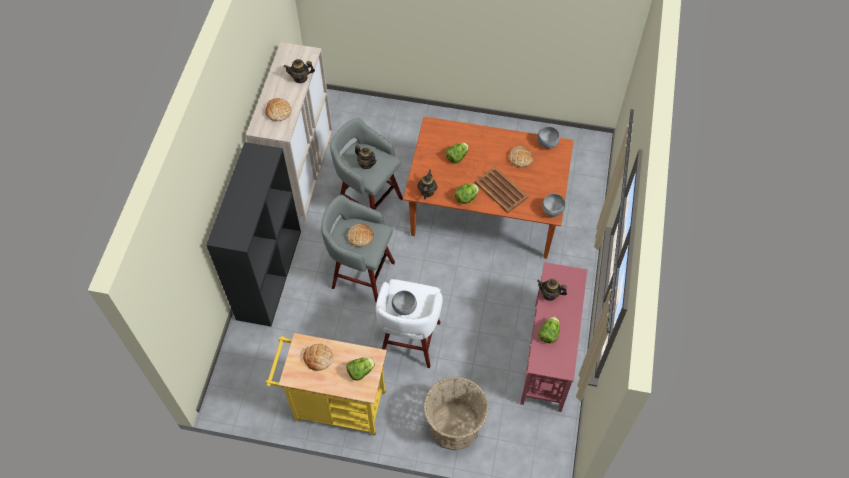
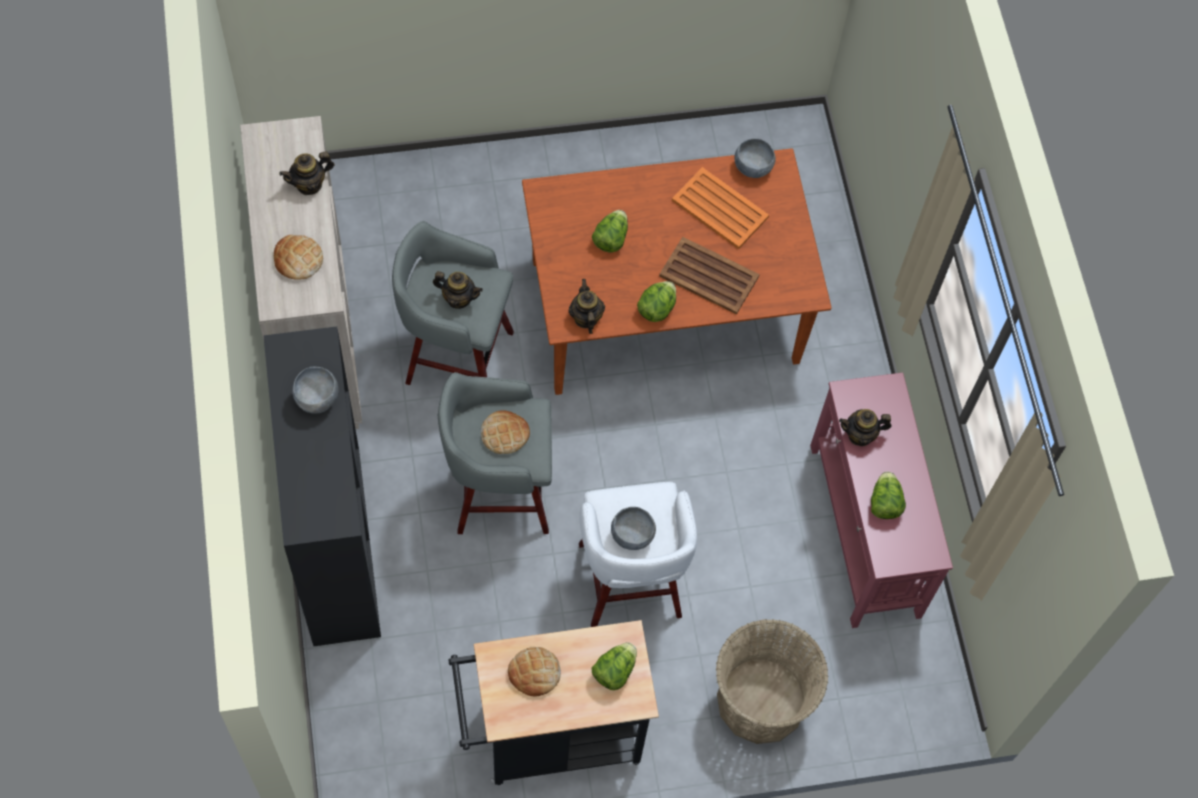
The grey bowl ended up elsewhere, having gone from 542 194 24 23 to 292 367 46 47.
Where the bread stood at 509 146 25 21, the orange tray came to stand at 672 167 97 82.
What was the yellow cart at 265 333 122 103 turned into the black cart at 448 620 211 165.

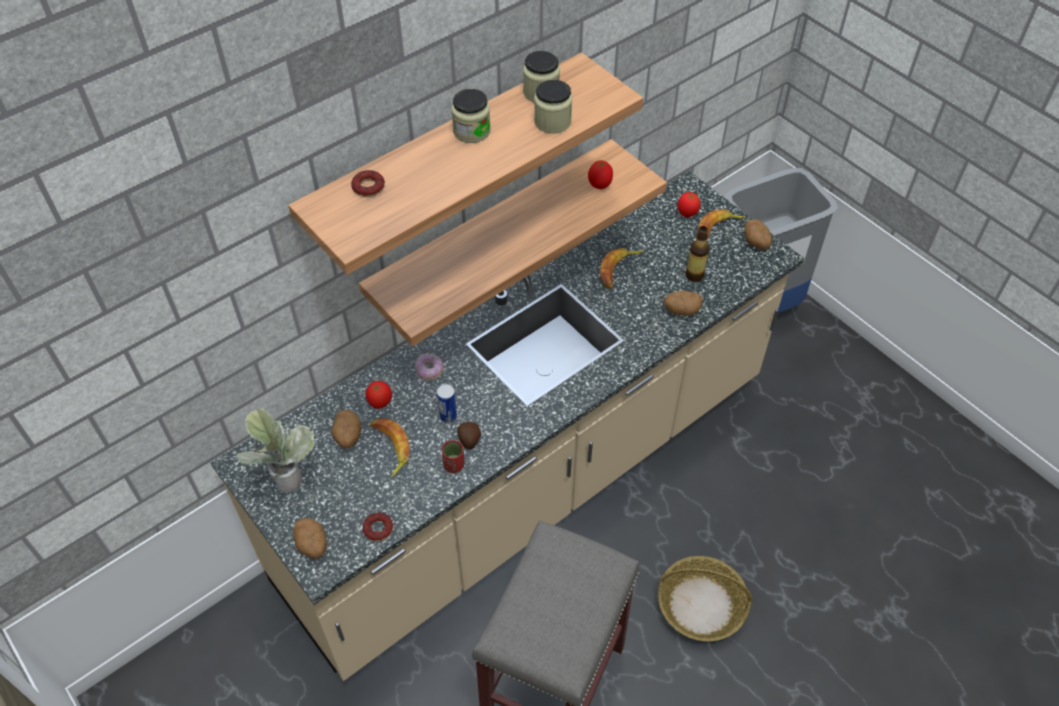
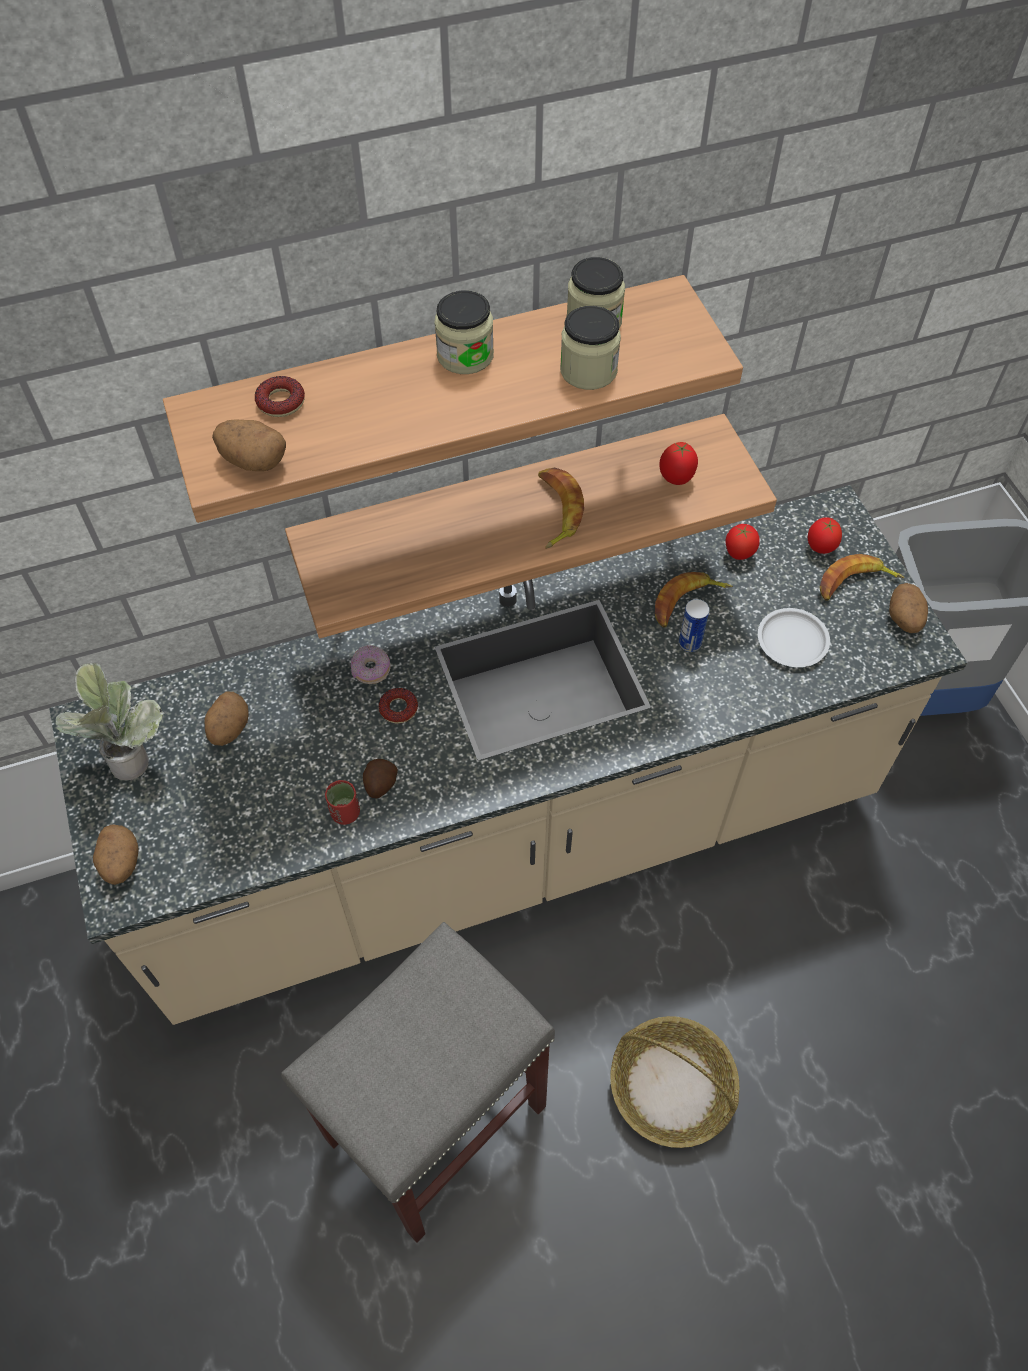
The donut ended up elsewhere, having gone from 363 512 30 29 to 379 688 39 36.
The tomato ended up elsewhere, having gone from 365 381 27 28 to 726 524 34 36.
The banana ended up elsewhere, having gone from 370 418 40 60 to 538 467 46 82.
The can ended up elsewhere, having gone from 437 384 20 39 to 679 599 31 53.
The potato ended up elsewhere, having gone from 664 290 39 26 to 212 419 74 52.
Where the bottle stood at 685 226 24 56, the white plate came to stand at 758 608 72 59.

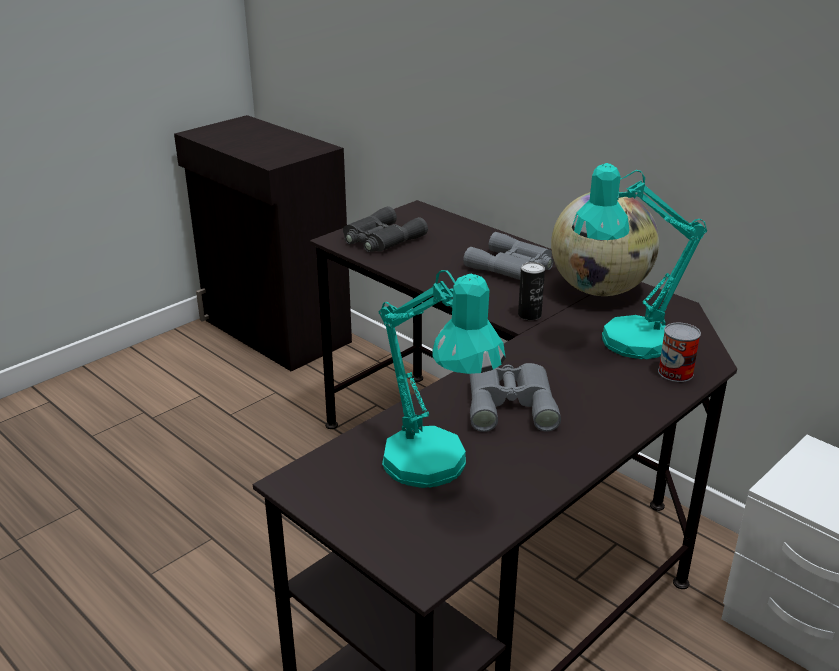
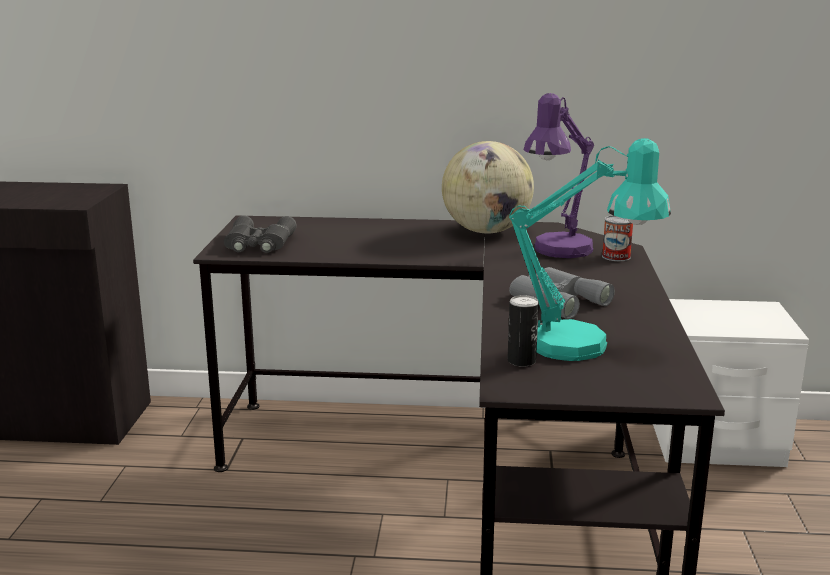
The second view lost the grey binoculars at 463 232 90 48.
The can ended up elsewhere, having gone from 518 262 27 58 to 507 295 32 72.
What was the turquoise table lamp at 572 163 135 196 turned into the purple table lamp at 523 93 71 165.

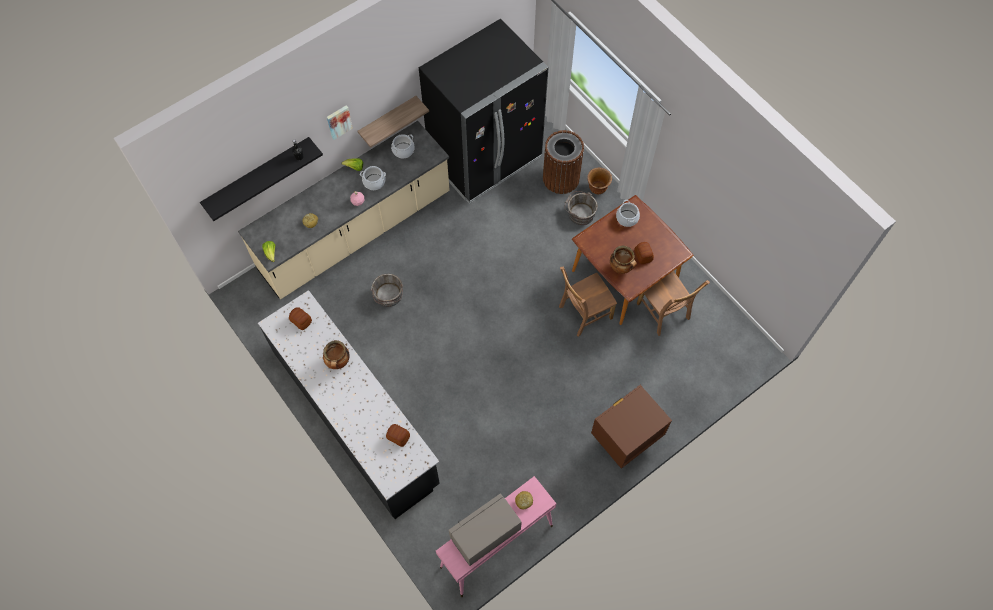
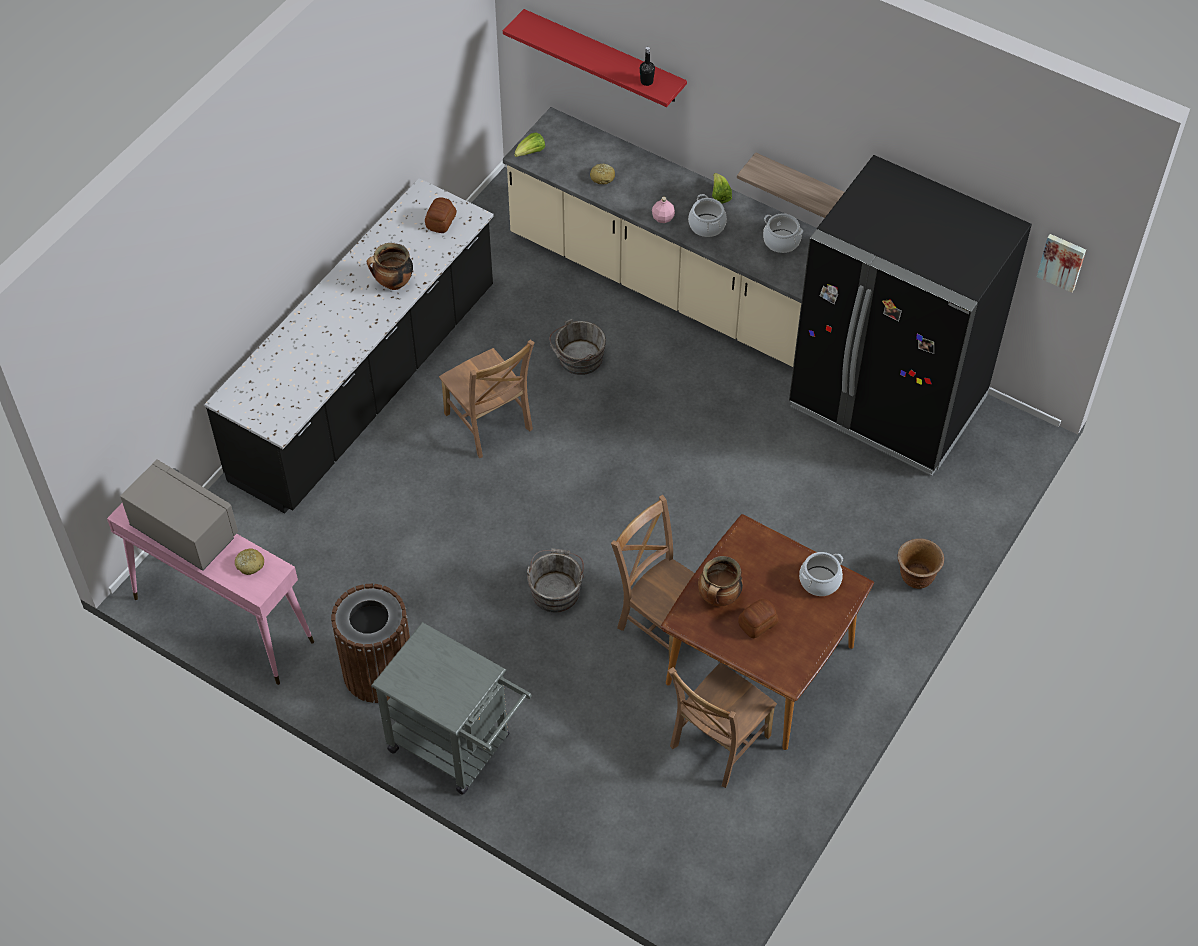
The second view lost the bread at 386 424 24 23.
The second view gained the brown chair at 439 340 96 118.
The picture ended up elsewhere, having gone from 327 105 26 35 to 1037 234 49 59.
The brown trash can ended up elsewhere, having gone from 543 130 41 64 to 331 584 79 119.
The grey bucket ended up elsewhere, having gone from 564 191 34 34 to 527 548 57 64.
Where the brown nightstand stood at 591 385 81 84, the grey cart came to stand at 371 622 161 173.
What was the black shelf at 200 137 123 84 turned into the red shelf at 503 9 184 98.

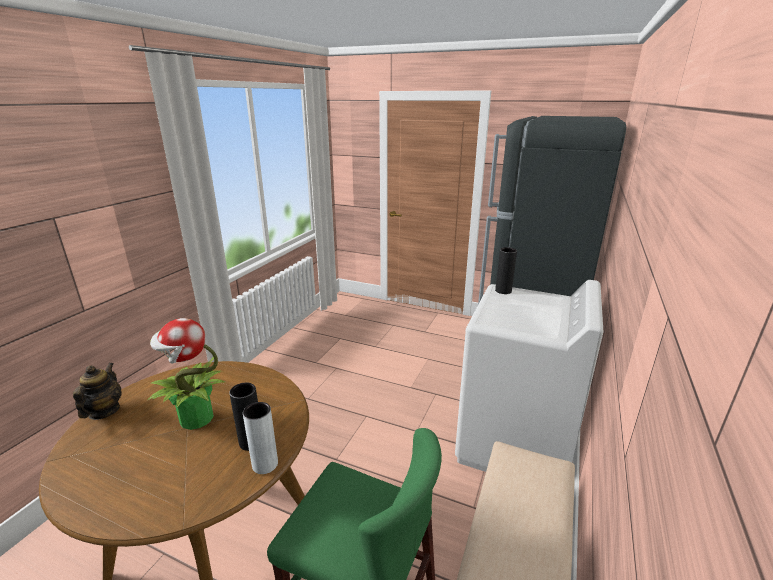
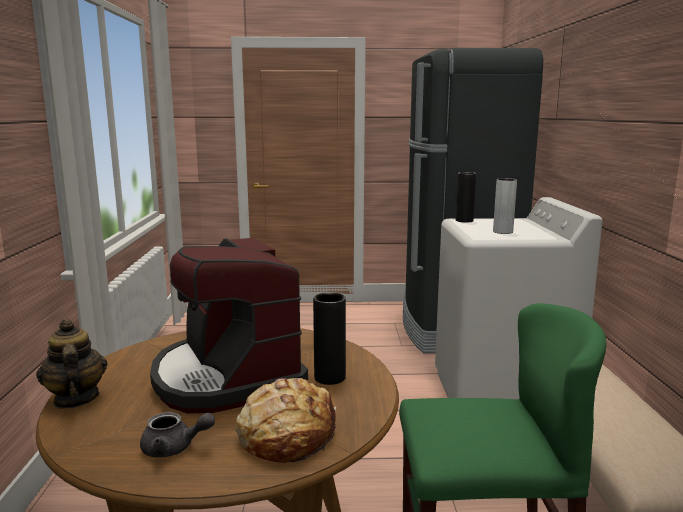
The second view gained the grey teapot at 140 412 75 46.
The second view gained the bread at 235 378 101 85.
The grey vase ended up elsewhere, having gone from 243 402 35 72 to 493 178 24 56.
Where the potted plant stood at 147 318 78 112, the coffee machine came to stand at 150 238 158 175.

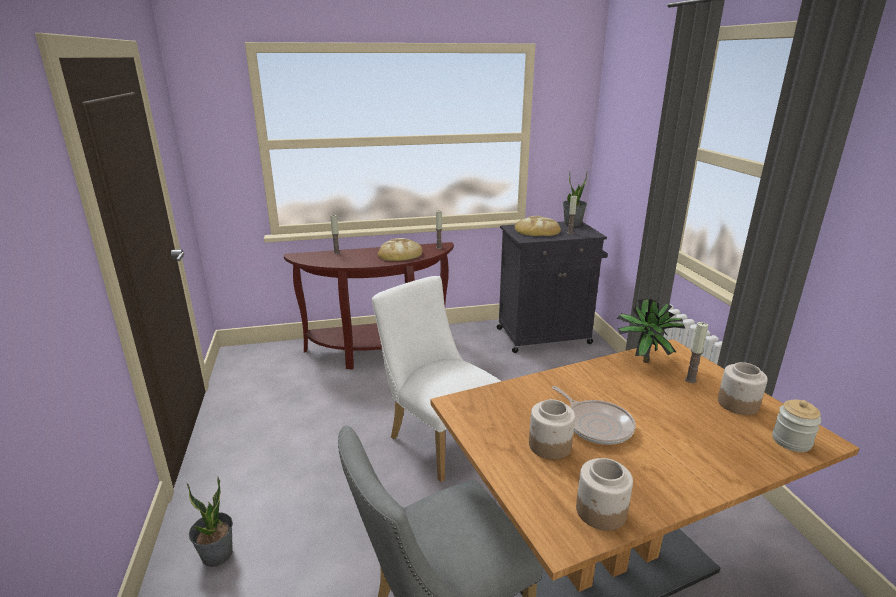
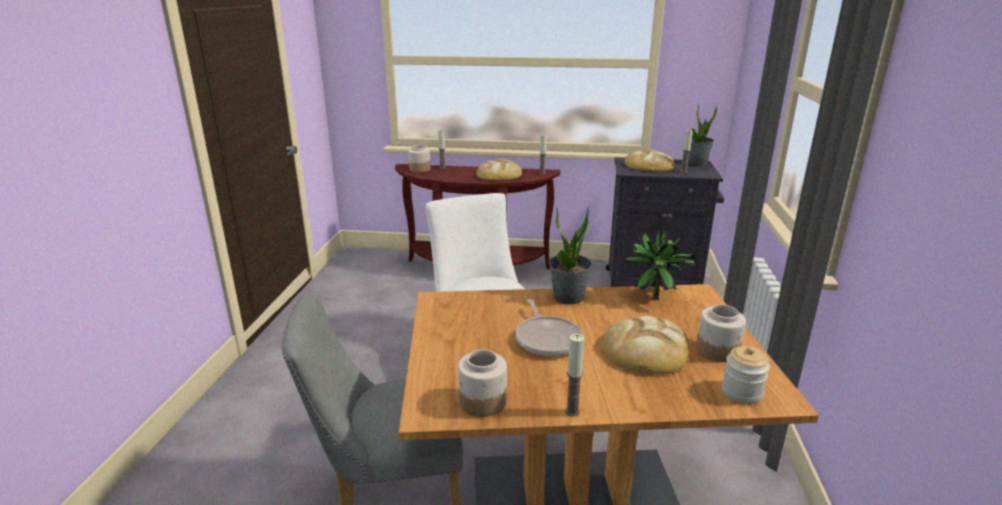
The second view gained the bread at 604 316 85 58.
The potted plant ended up elsewhere, having gone from 187 477 46 90 to 549 206 43 98.
The jar ended up elsewhere, having gone from 529 399 46 61 to 408 145 22 27.
The candle ended up elsewhere, having gone from 685 322 23 61 to 565 334 20 83.

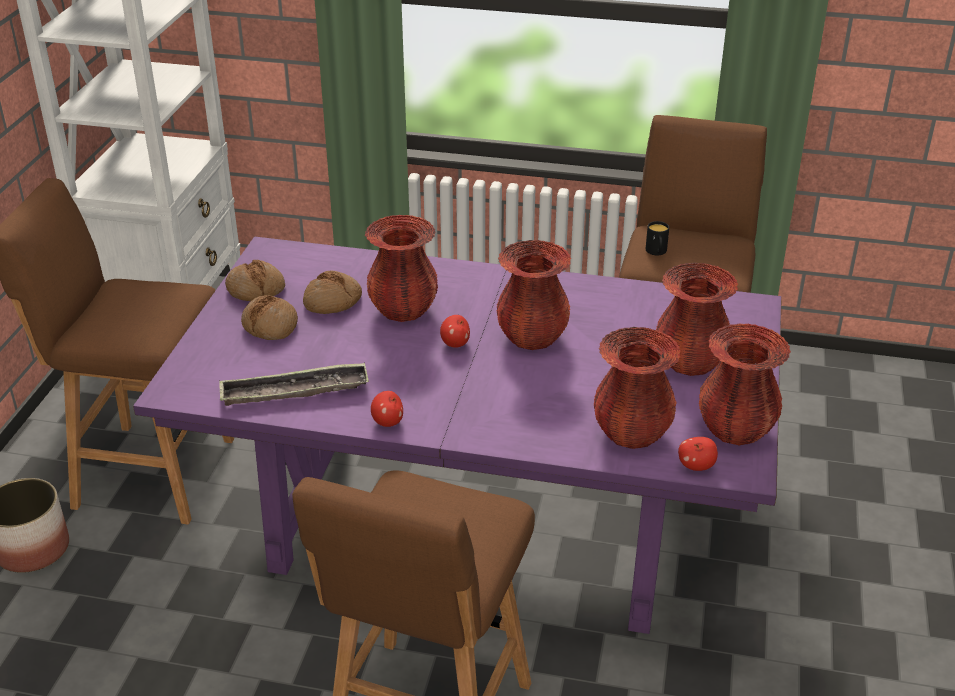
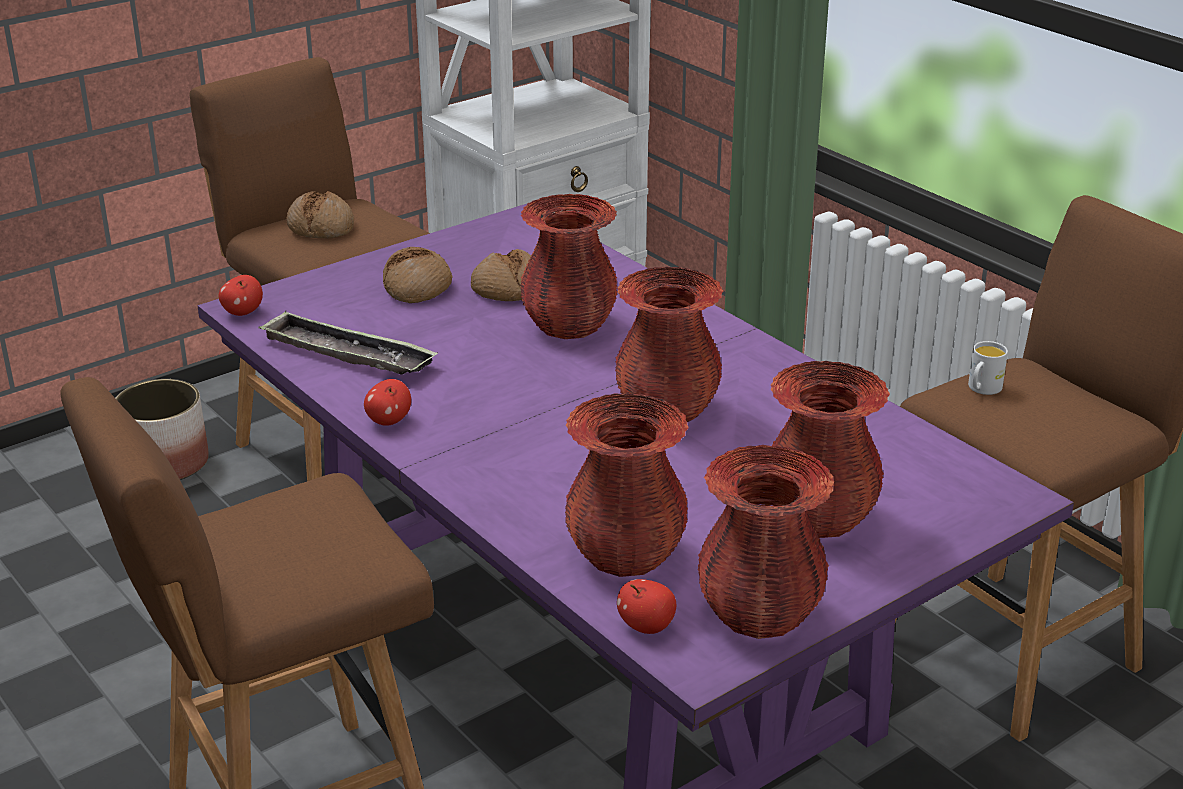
The bread ended up elsewhere, having gone from 225 260 60 41 to 286 191 68 48.
The apple ended up elsewhere, having gone from 440 315 30 33 to 218 275 45 41.
What was the black mug at 646 221 23 34 turned into the white mug at 968 341 40 54.

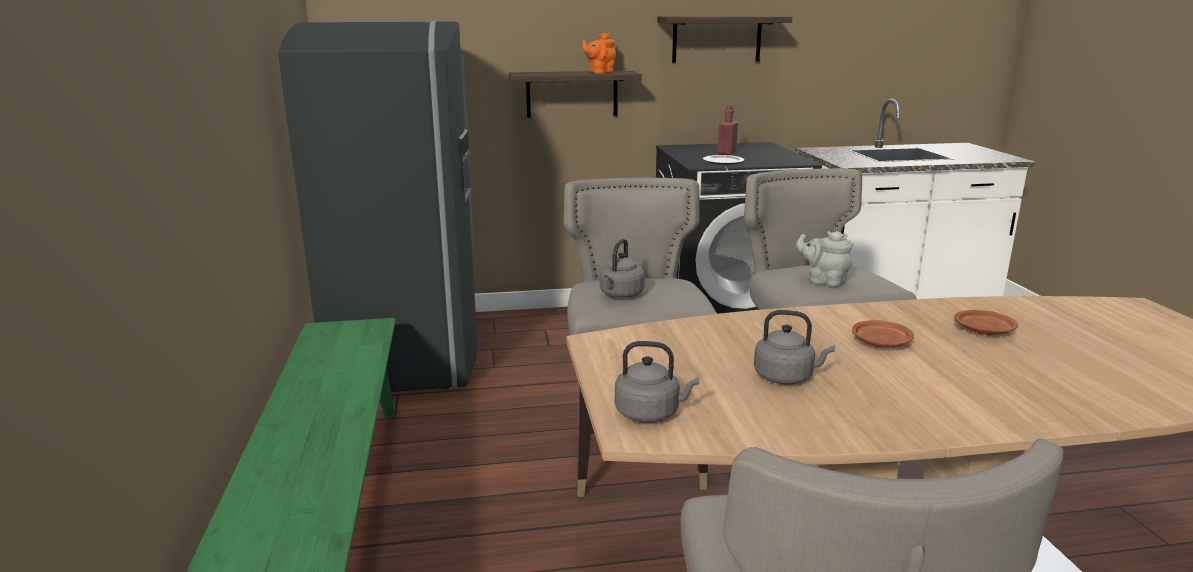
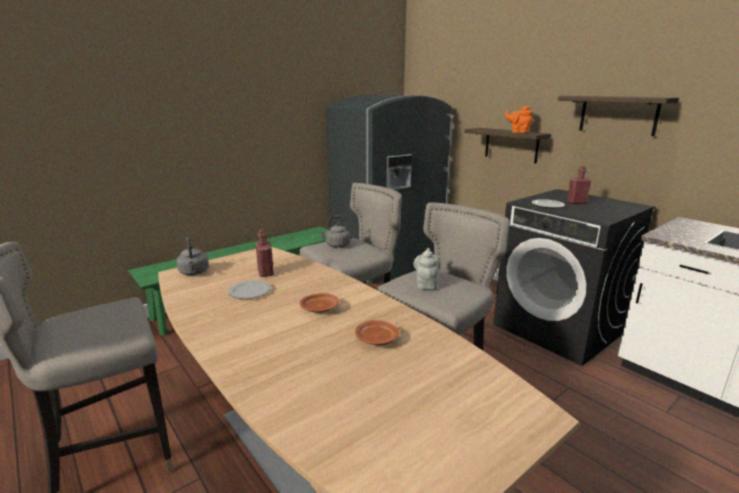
The second view gained the red bottle at 256 229 18 48.
Where the grey kettle stood at 754 310 81 74, the plate came to stand at 228 280 43 19.

